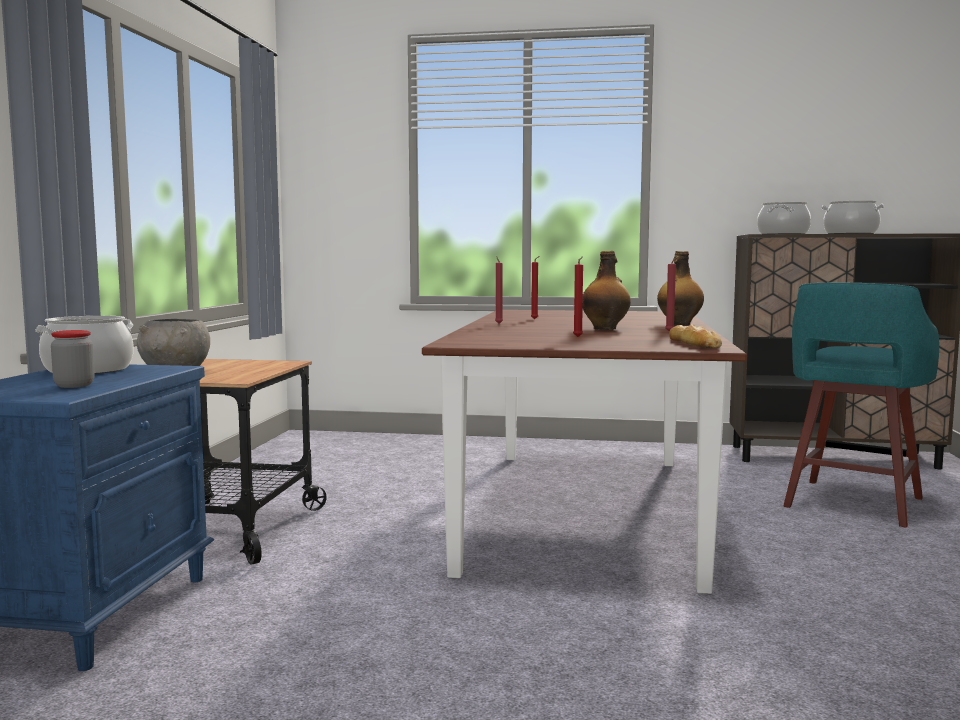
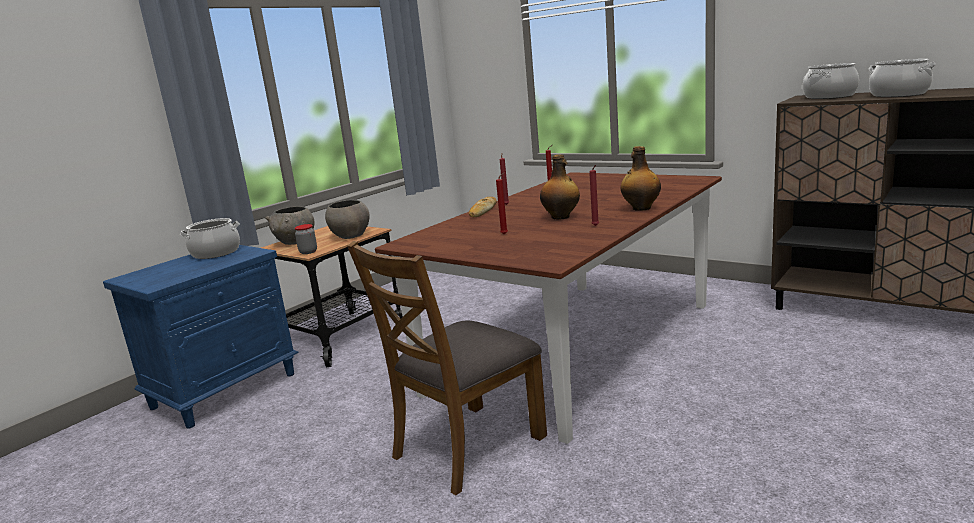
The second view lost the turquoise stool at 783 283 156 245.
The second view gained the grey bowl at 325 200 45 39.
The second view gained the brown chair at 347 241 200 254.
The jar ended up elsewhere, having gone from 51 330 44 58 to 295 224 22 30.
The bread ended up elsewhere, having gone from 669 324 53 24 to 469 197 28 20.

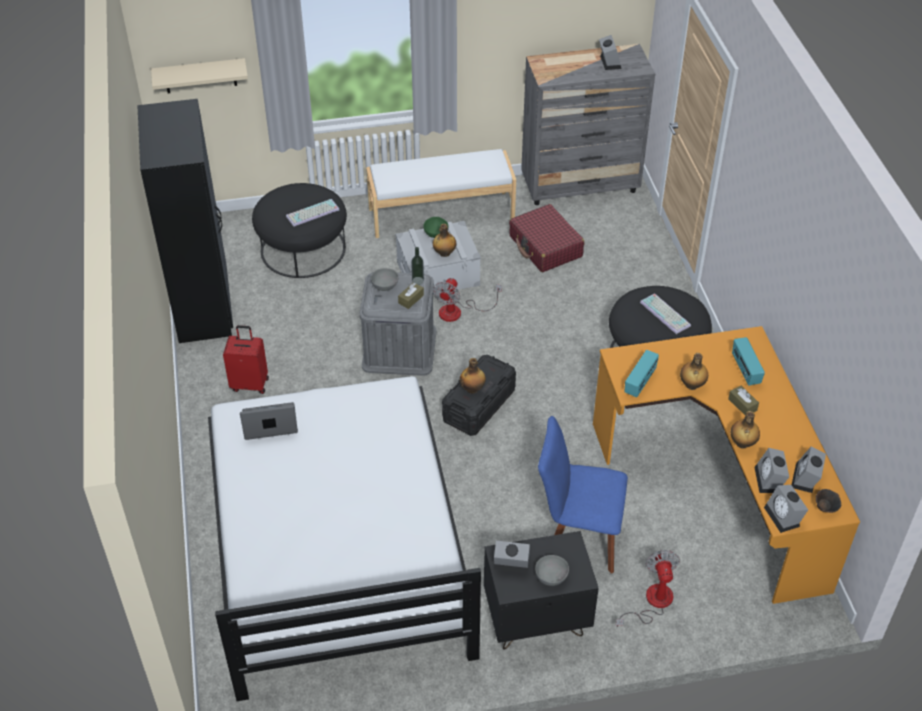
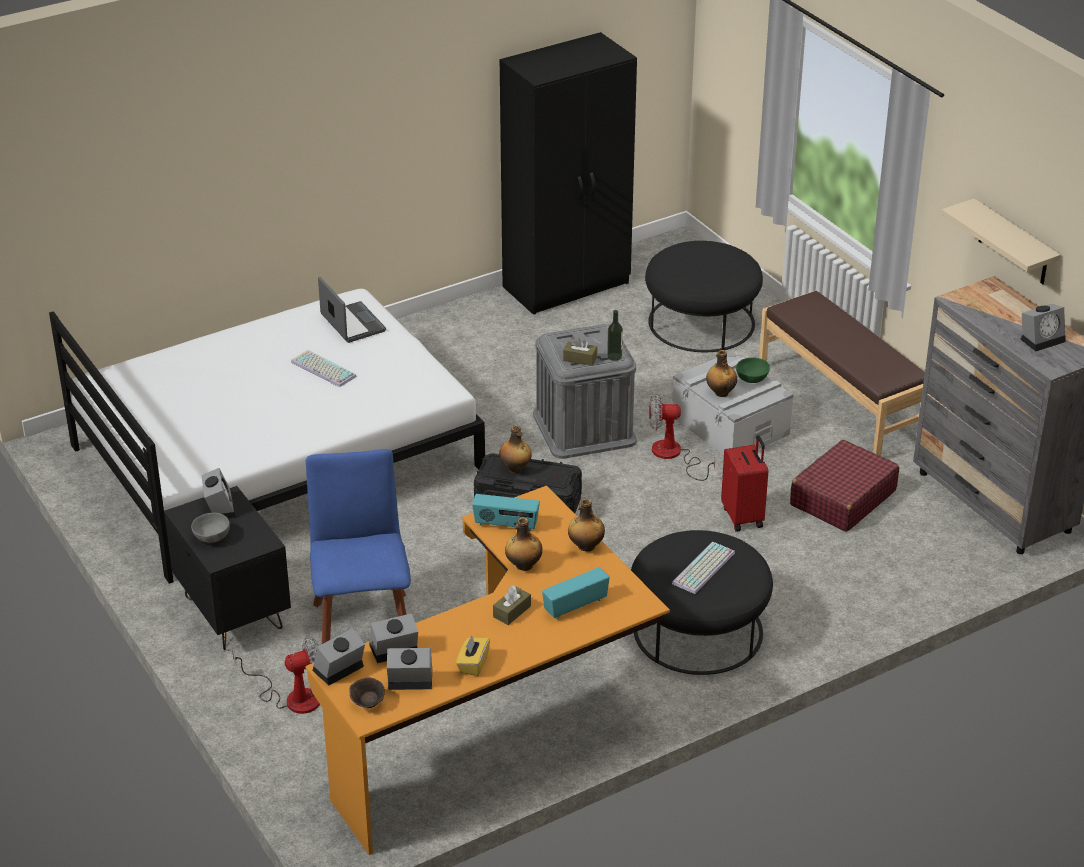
The second view lost the grey bowl at 371 268 27 23.
The second view gained the yellow tissue box at 456 636 34 40.
The beige shelf ended up elsewhere, having gone from 151 58 97 35 to 941 199 120 85.
The red suitcase ended up elsewhere, having gone from 223 325 46 69 to 721 435 47 97.
The keyboard ended up elsewhere, having gone from 286 199 53 28 to 291 350 66 37.
The bottle ended up elsewhere, having gone from 731 411 29 38 to 568 499 37 53.
What was the white bench at 366 149 150 89 turned into the brown bench at 759 291 166 165.

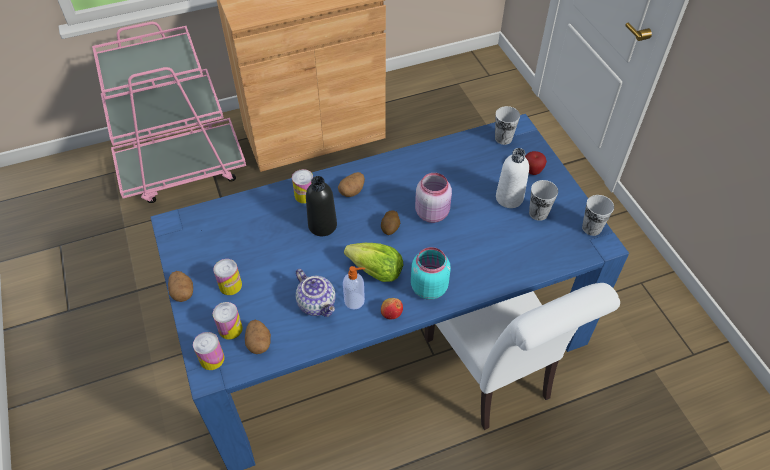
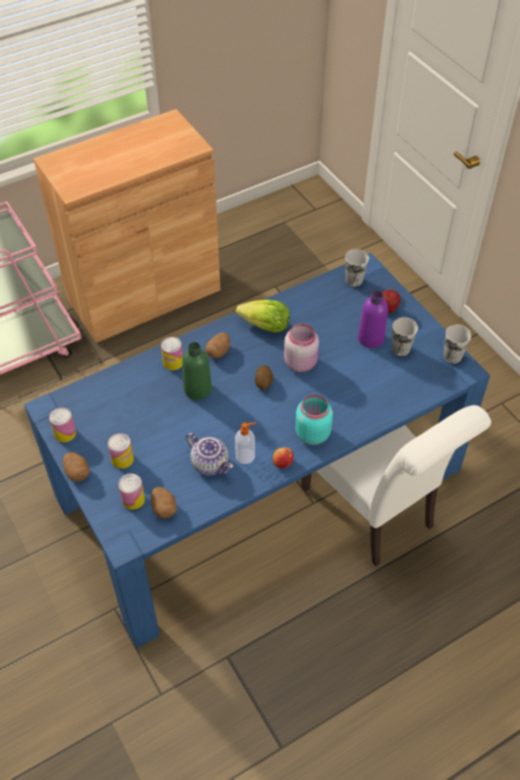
The can ended up elsewhere, having gone from 193 332 32 38 to 49 407 27 35.
The lettuce ended up elsewhere, having gone from 344 243 59 39 to 236 300 54 33.
What was the black bottle at 306 176 31 60 turned into the green bottle at 182 342 30 58.
What was the white bottle at 496 148 33 60 turned into the purple bottle at 358 290 30 58.

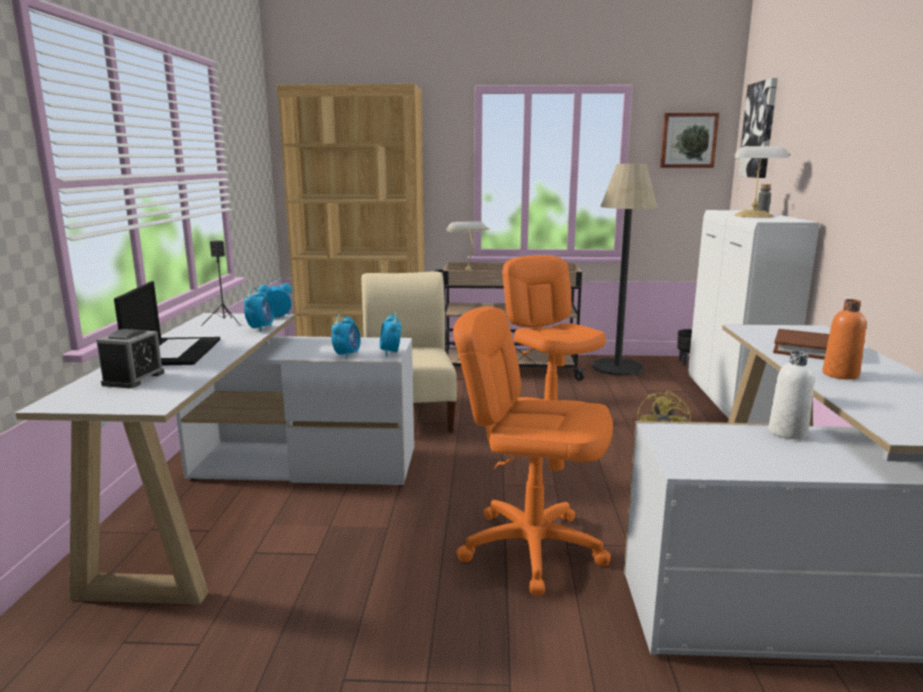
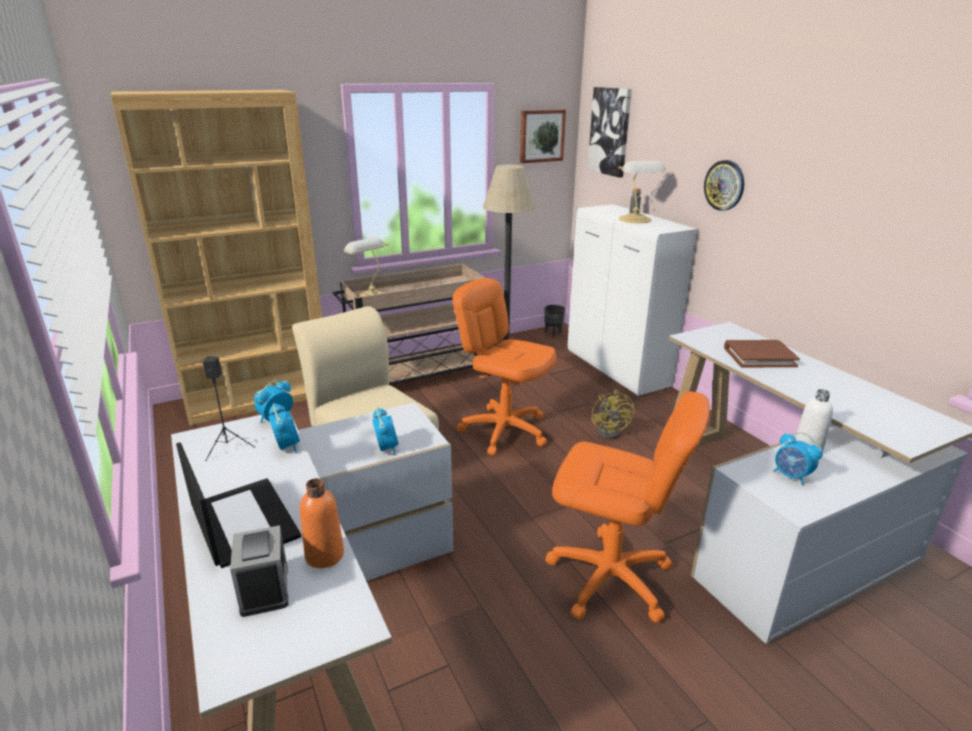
The second view gained the wall clock at 704 160 40 51.
The alarm clock ended up elsewhere, having gone from 380 312 21 44 to 773 432 50 54.
The orange bottle ended up elsewhere, having gone from 822 299 44 81 to 300 478 44 90.
The orange office chair at 453 306 160 289 ended up facing another way, 150 degrees counterclockwise from before.

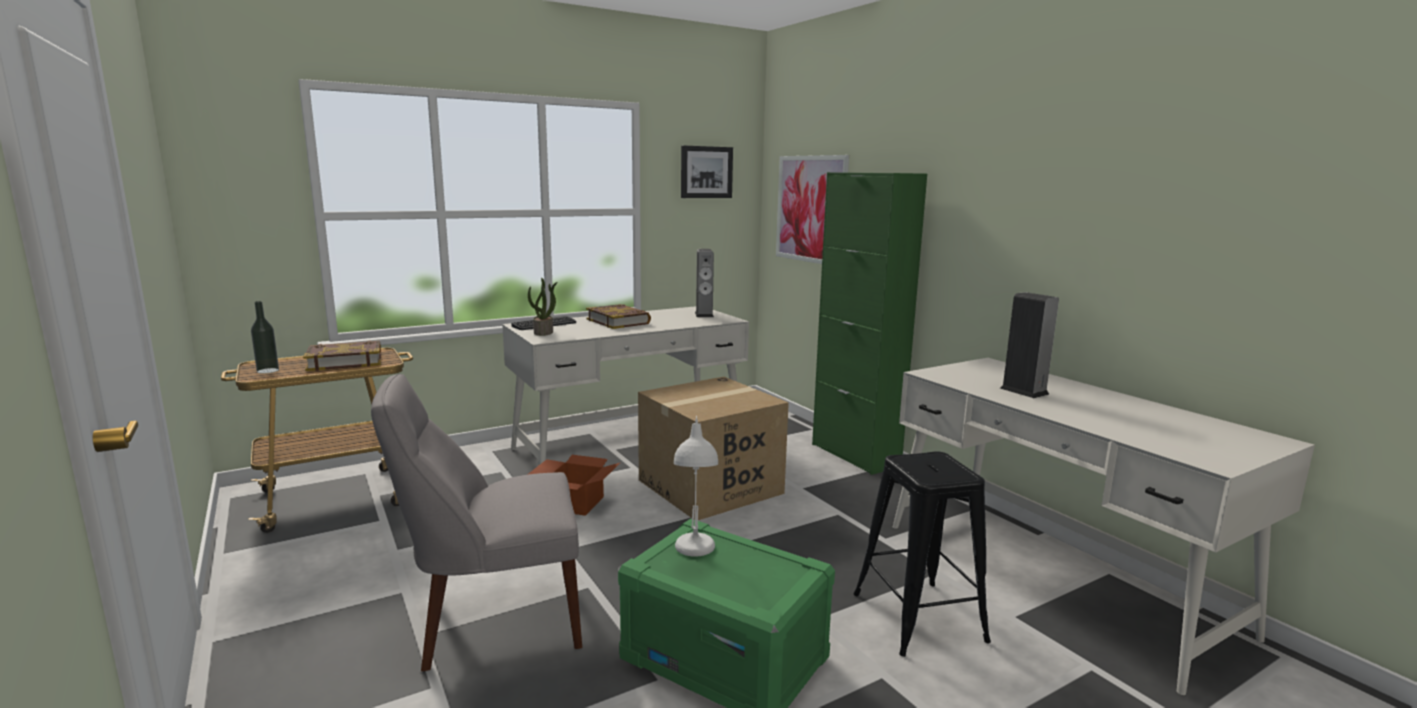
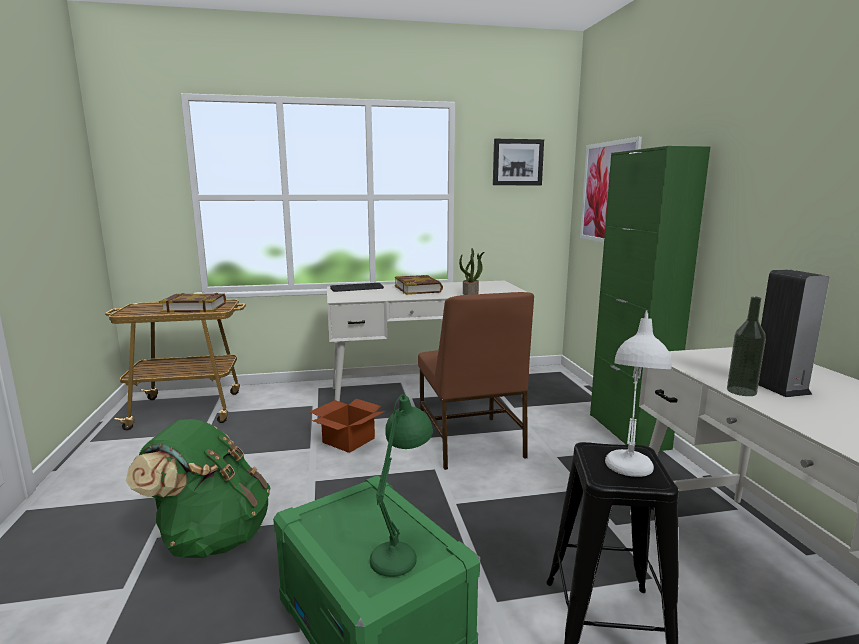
The second view lost the speaker at 695 249 19 68.
The second view gained the green table lamp at 370 394 63 183.
The bottle ended up elsewhere, having gone from 251 301 28 73 to 727 297 39 99.
The potted plant ended up elsewhere, having gone from 528 278 30 58 to 459 248 25 47.
The white table lamp ended up elsewhere, having gone from 674 416 44 141 to 605 310 67 167.
Where the grey chair stood at 371 374 211 297, the green backpack came to stand at 126 419 145 139.
Where the cardboard box stood at 638 377 151 143, the brown chair came to stand at 418 292 116 178.

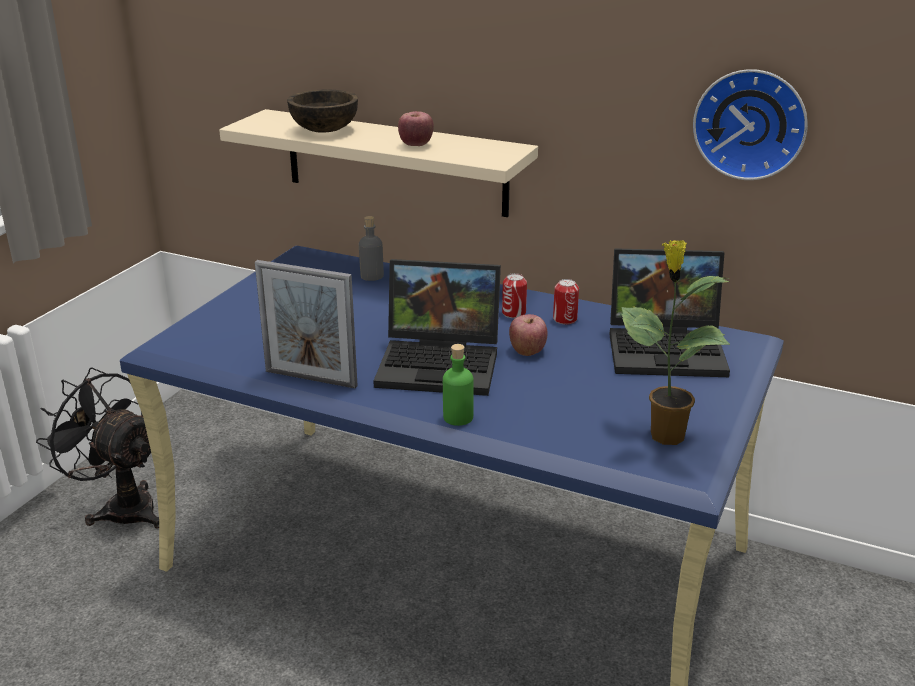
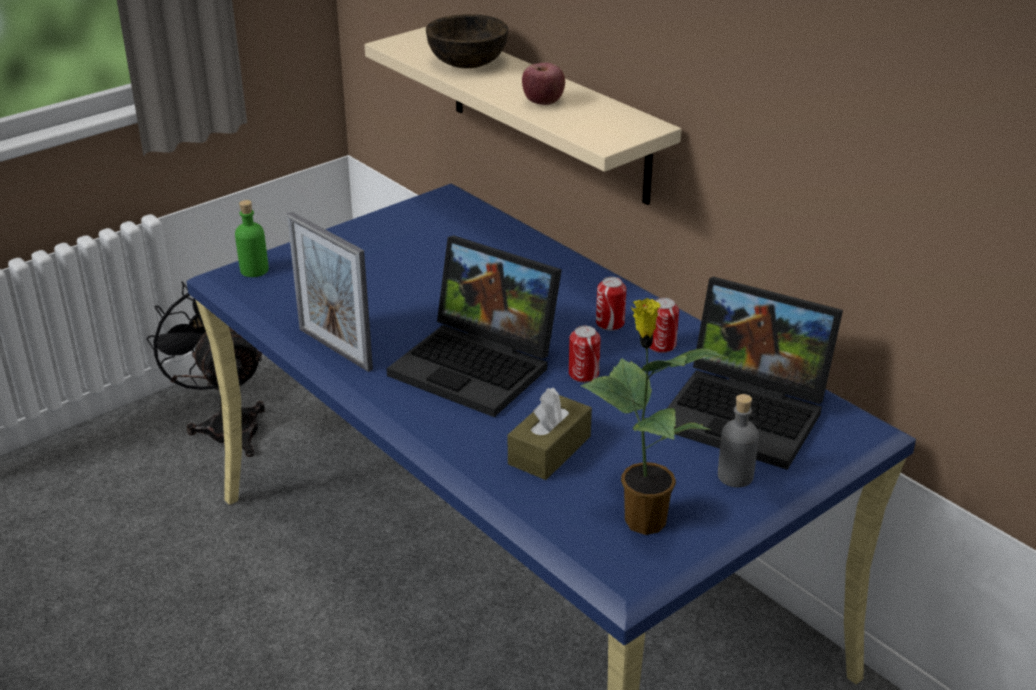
The second view lost the wall clock at 693 69 115 111.
The second view gained the brown tissue box at 508 388 84 92.
The grey bottle ended up elsewhere, having gone from 359 216 25 65 to 718 394 41 94.
The green bottle ended up elsewhere, having gone from 443 344 31 82 to 235 200 34 77.
Where the apple stood at 509 314 38 42, the can came to stand at 569 326 32 56.

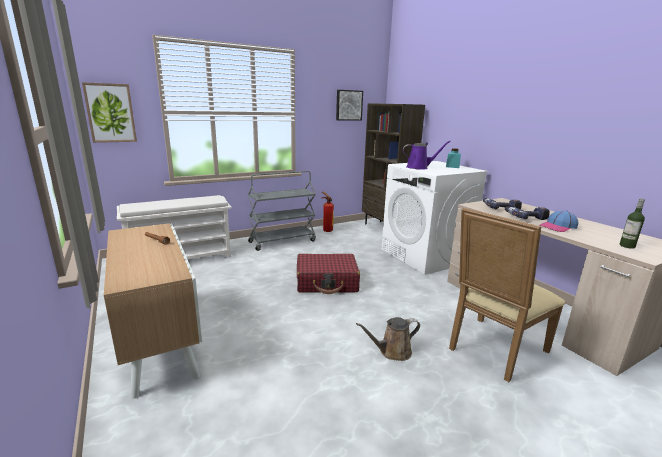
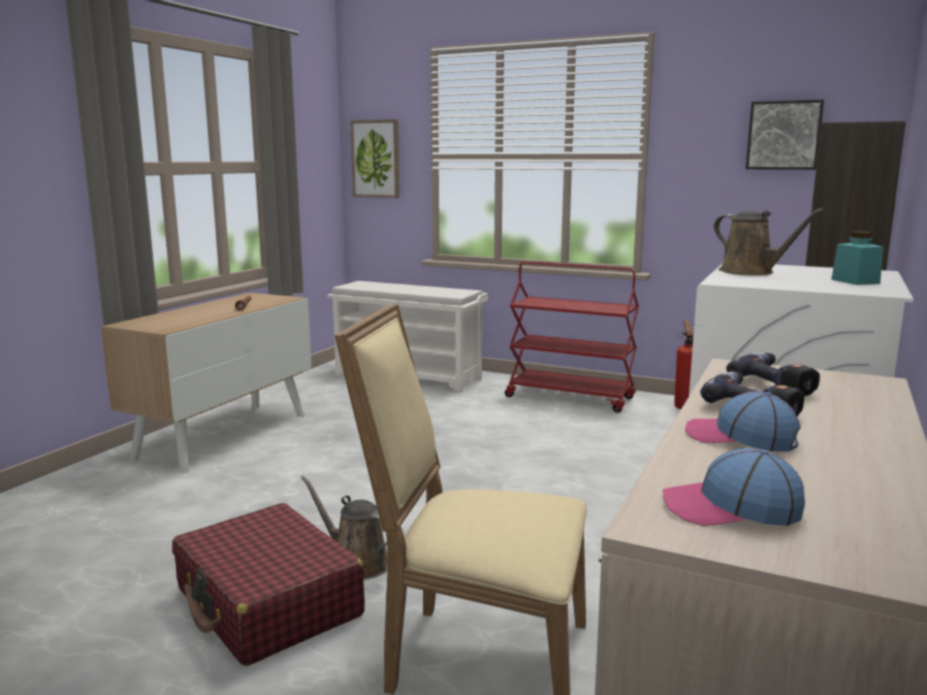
The red suitcase ended up elsewhere, having gone from 297 254 63 40 to 172 503 193 163.
Where the bottle stood at 620 199 25 50, the cap came to stand at 663 448 142 78.
What was the grey cart at 248 171 68 80 turned into the red cart at 505 261 134 152.
What was the purple watering can at 403 141 48 29 turned into the brown watering can at 713 208 111 68.

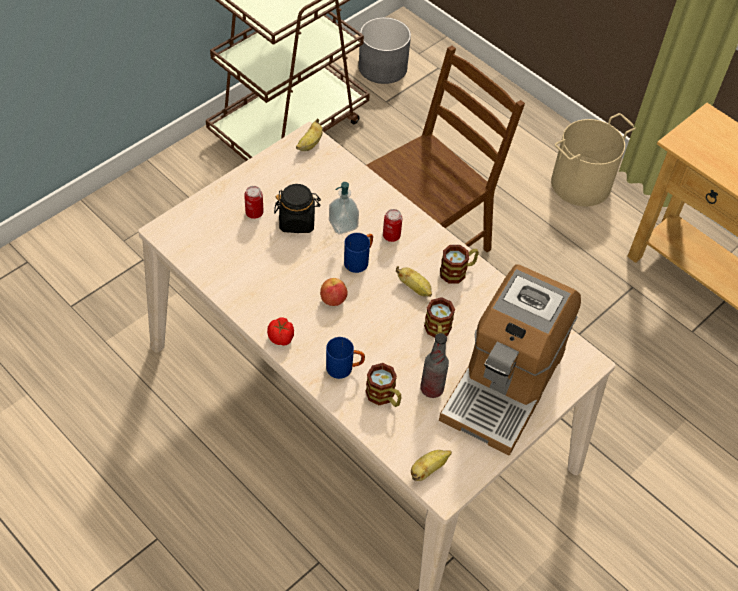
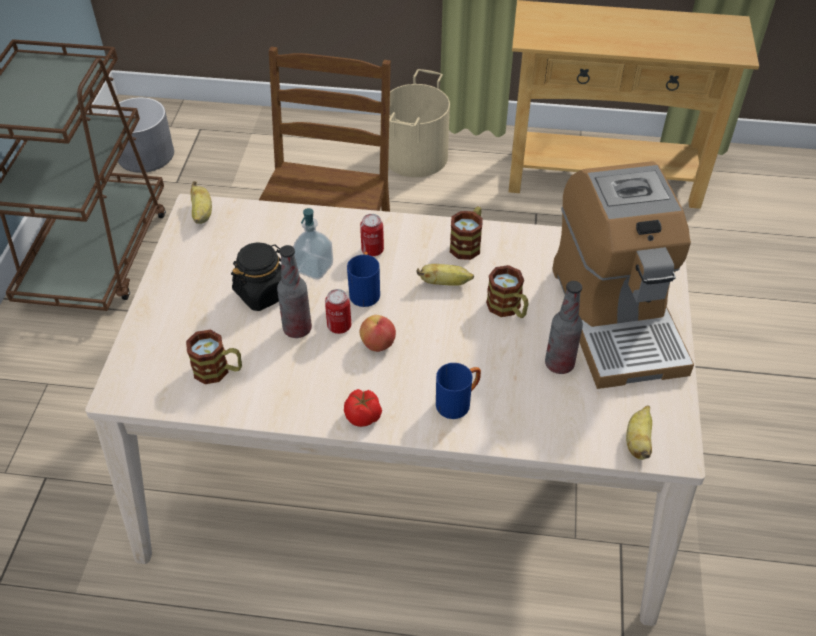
The second view gained the bottle at 277 245 35 93.
The can ended up elsewhere, having gone from 244 186 20 33 to 325 289 26 45.
The mug ended up elsewhere, having gone from 365 363 37 44 to 186 330 56 54.

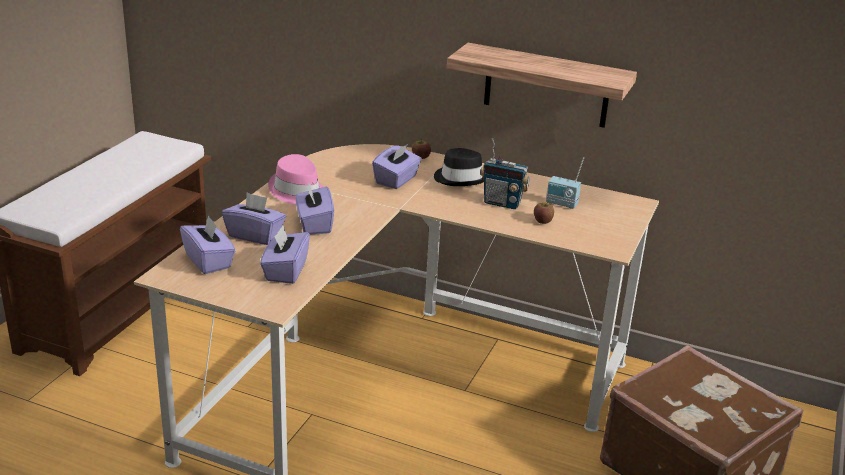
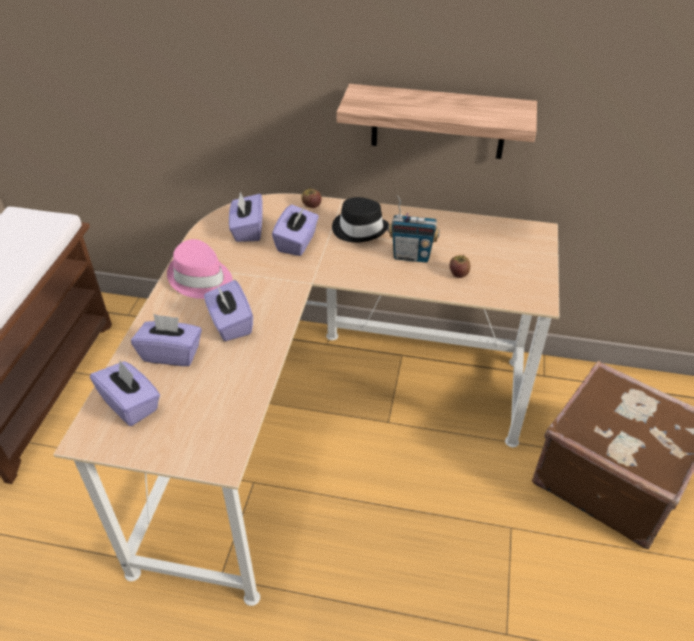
The second view lost the radio at 546 157 38 52.
The purple tissue box ended up elsewhere, having gone from 260 225 50 59 to 229 192 34 50.

